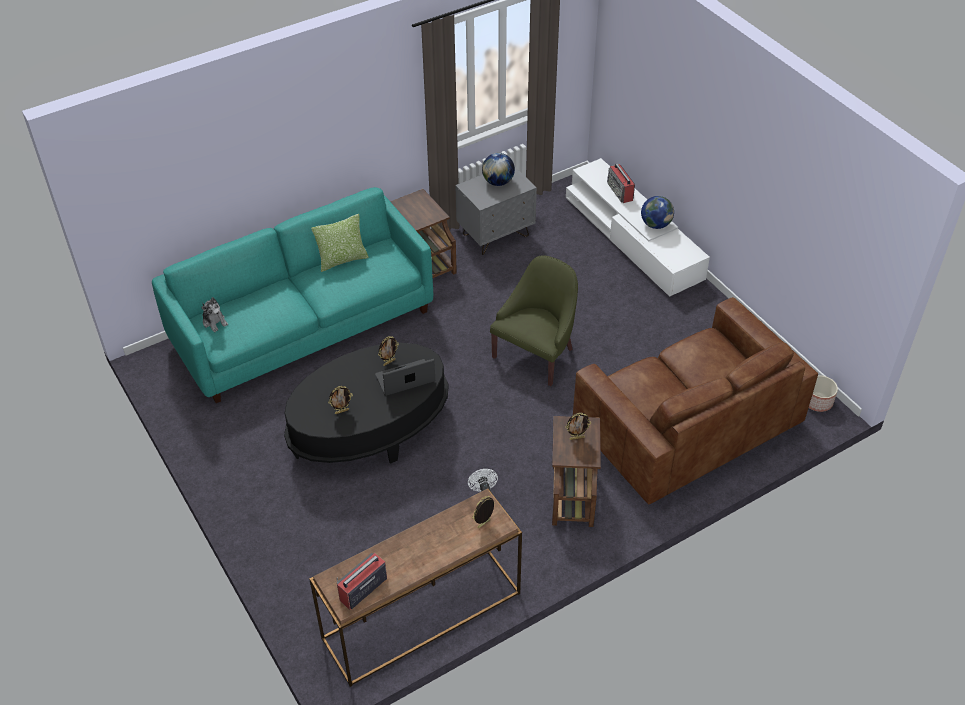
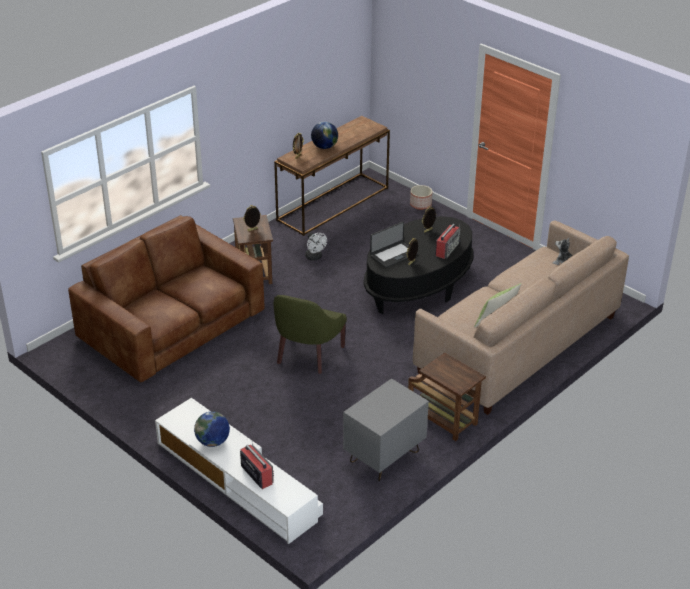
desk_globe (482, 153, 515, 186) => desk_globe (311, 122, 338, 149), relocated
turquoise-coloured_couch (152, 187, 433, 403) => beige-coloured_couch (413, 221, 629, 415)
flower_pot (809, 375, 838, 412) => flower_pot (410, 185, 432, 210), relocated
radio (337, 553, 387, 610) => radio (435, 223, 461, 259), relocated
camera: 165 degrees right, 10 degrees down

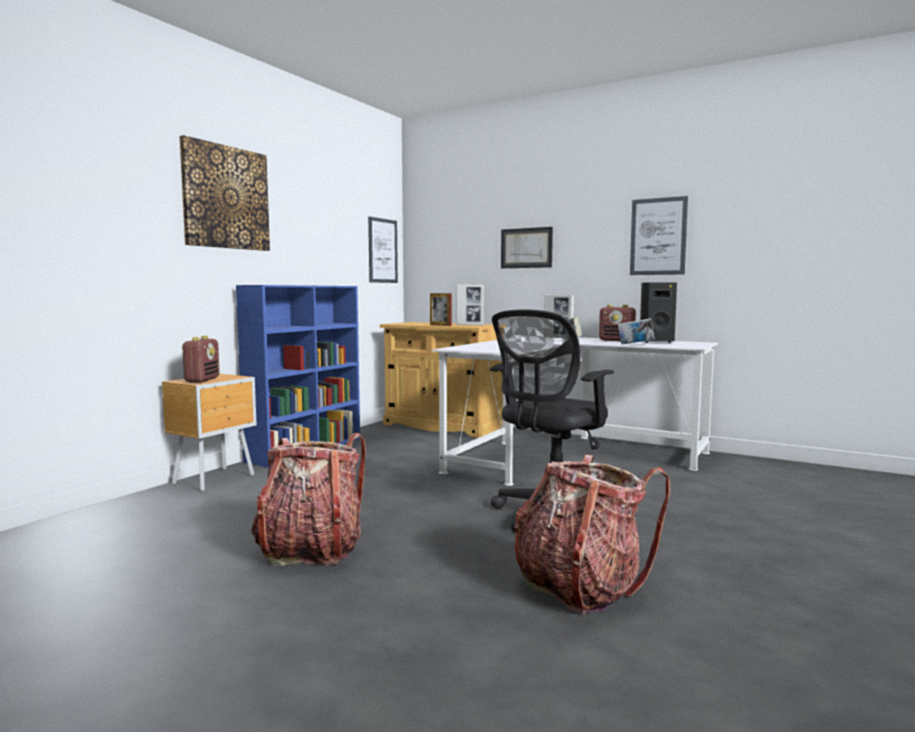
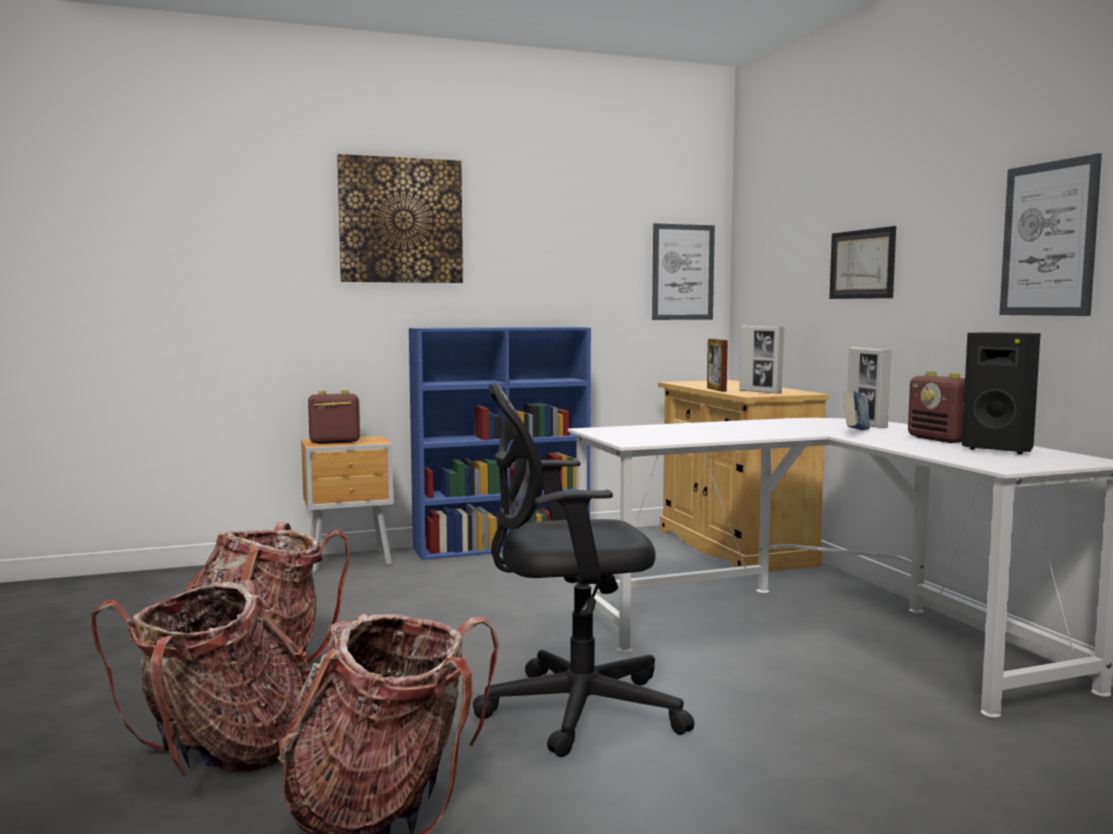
book (618, 318, 654, 345) => nothing
radio (182, 336, 220, 383) => radio (308, 390, 360, 444), 150 degrees counterclockwise
nothing => rucksack (92, 579, 310, 780)
camera: 40 degrees right, 0 degrees up

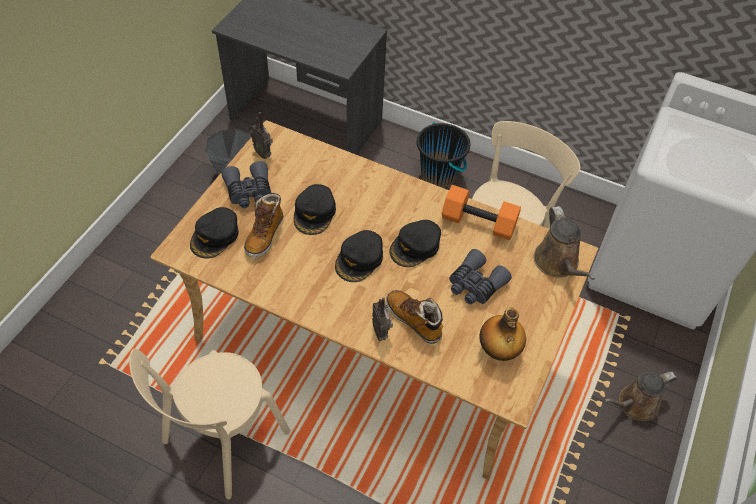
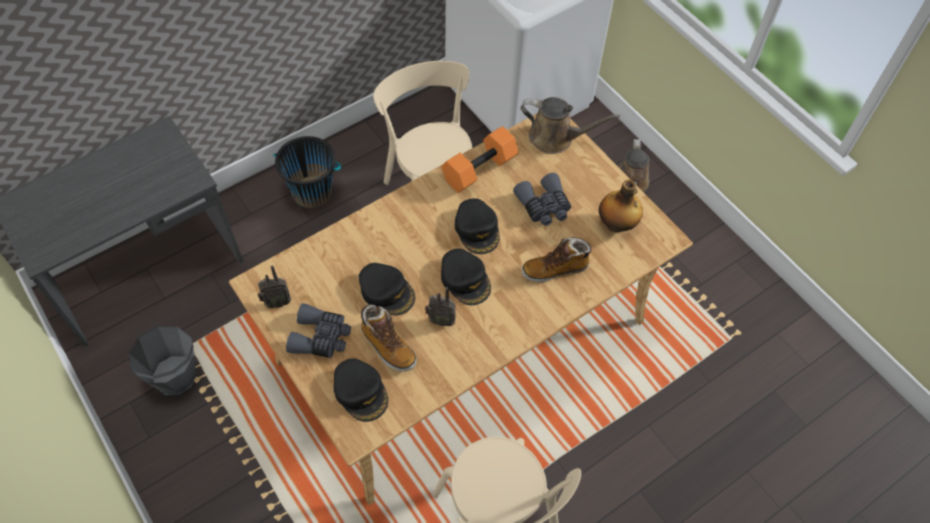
radio (372, 297, 393, 341) => radio (425, 287, 456, 326), relocated
camera: 60 degrees left, 5 degrees up

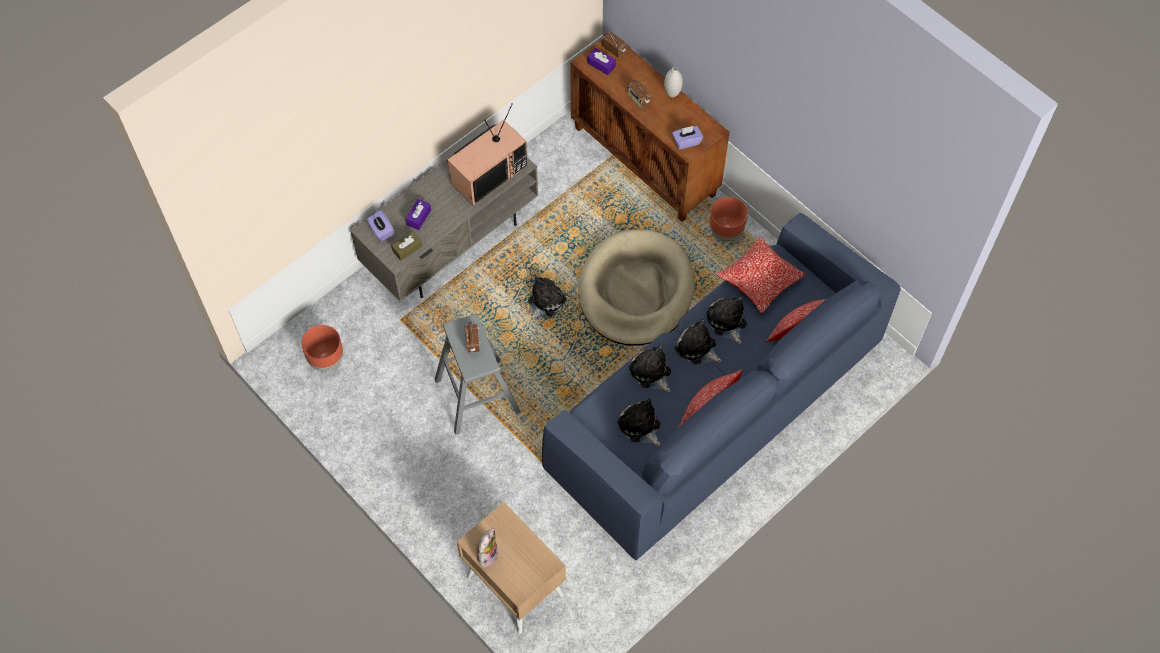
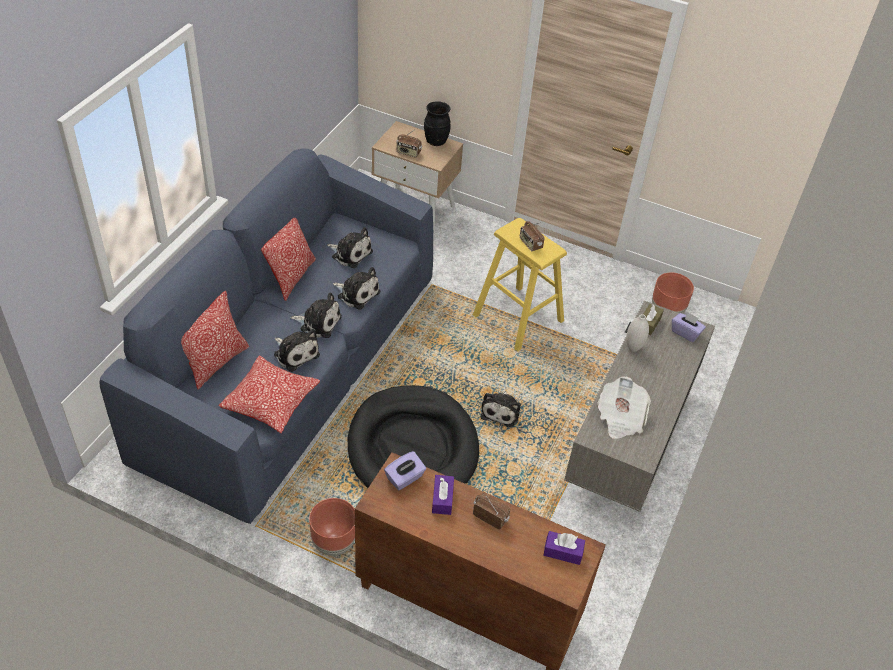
radio (602, 32, 627, 58) => radio (396, 130, 422, 158), relocated
whitish_flower_vase (664, 67, 683, 97) => whitish_flower_vase (626, 314, 649, 352), relocated
television (447, 103, 528, 205) => daily_paper (597, 376, 651, 439)
purple_tissue_holder (406, 199, 431, 230) => purple_tissue_holder (432, 475, 454, 515), relocated
beige-coloured_dog_cushion (579, 229, 695, 346) => black-coloured_dog_cushion (348, 385, 479, 488)
greyish_stool (435, 314, 521, 435) => yellowish_stool (473, 218, 567, 352)
plush_toy (475, 528, 498, 567) => black-coloured_flower_vase (424, 101, 451, 146)
camera: 155 degrees right, 15 degrees down

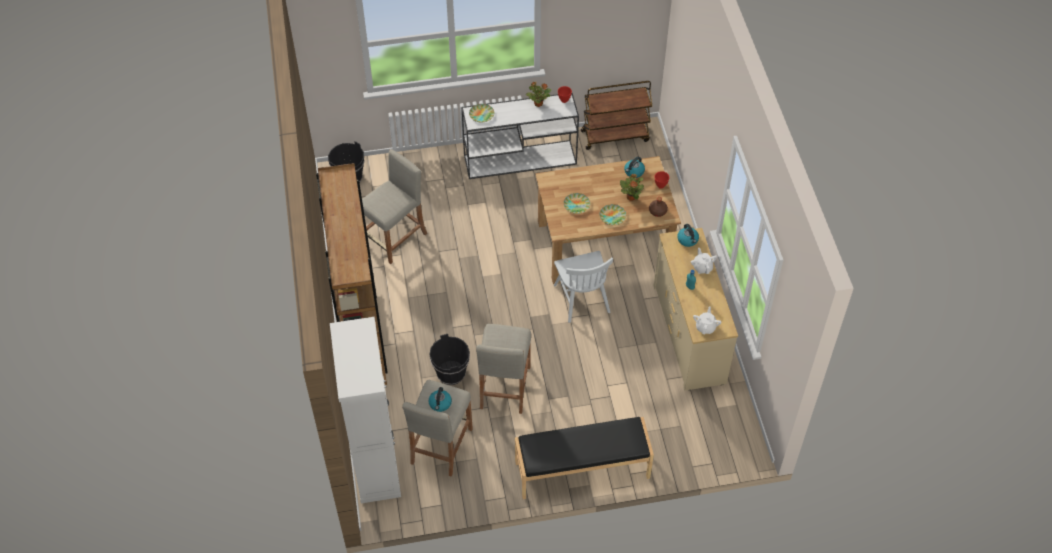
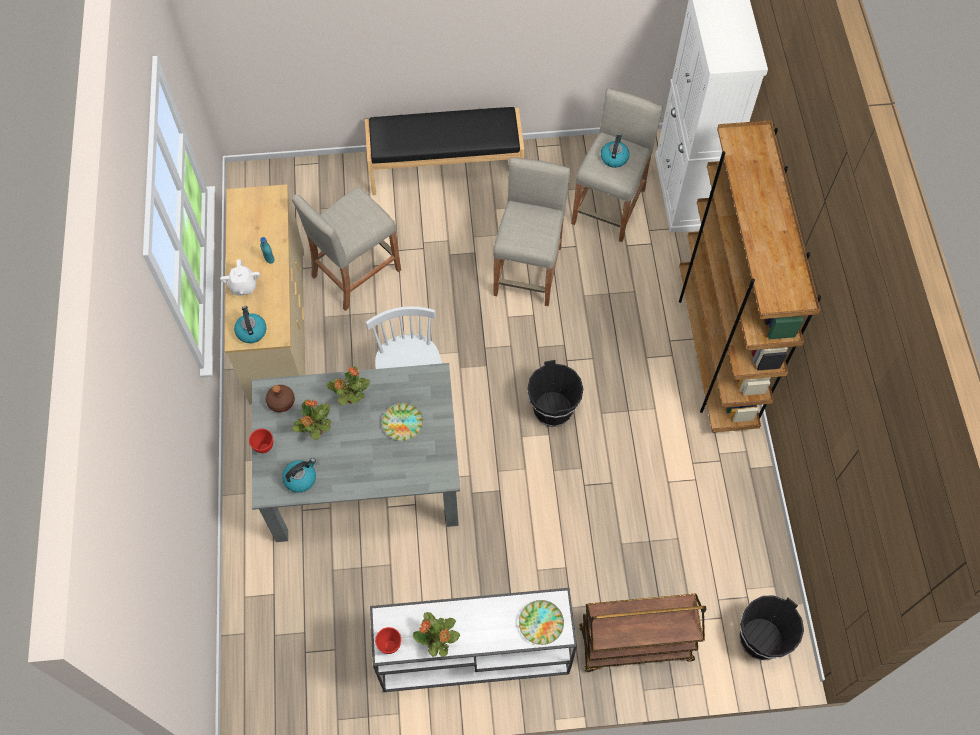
brown-coloured_cart (581, 81, 652, 150) => brown-coloured_cart (579, 594, 707, 672), relocated
beige-coloured_stool (361, 149, 427, 264) => beige-coloured_stool (292, 187, 401, 311), relocated
brown-coloured_kitchen_table (535, 156, 681, 284) => greyish_kitchen_table (252, 363, 460, 542)
flat_dish (599, 204, 626, 225) => houseplant (326, 366, 370, 406)
whitish_pot_for_tea (693, 307, 721, 335) => nothing
black-coloured_pail (429, 334, 470, 385) => black-coloured_pail (527, 360, 583, 427), relocated
camera: 175 degrees left, 10 degrees up

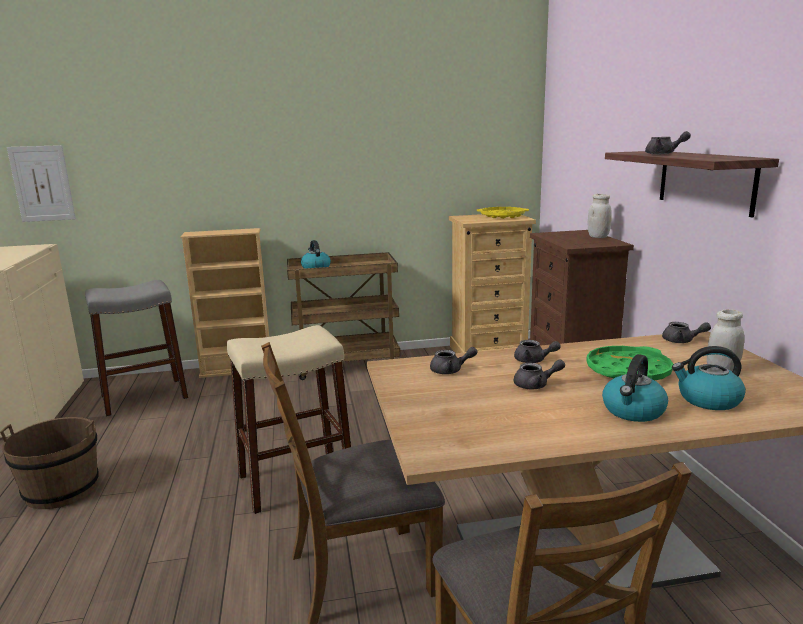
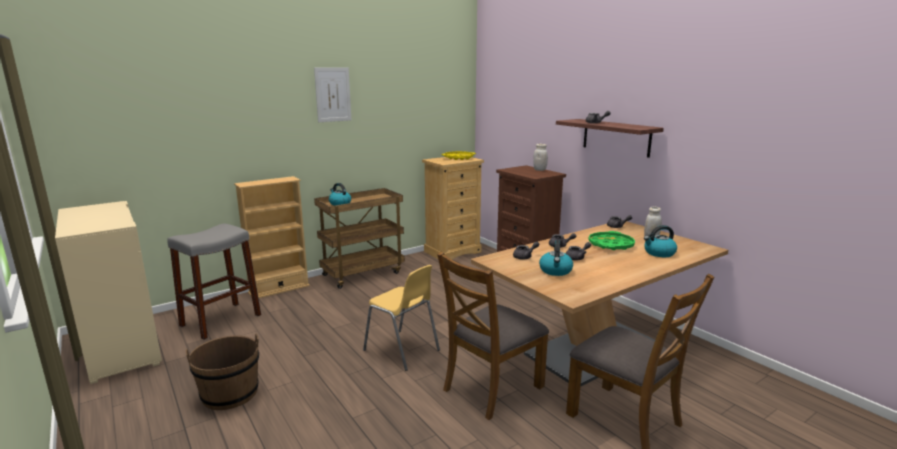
picture (7, 145, 76, 222) => picture (314, 67, 351, 122), relocated
beige-coloured_stool (227, 325, 351, 514) => yellowish_upright_chair (363, 265, 440, 371)
water_kettle (602, 354, 668, 422) => water_kettle (539, 240, 573, 276), relocated
camera: 25 degrees left, 0 degrees up

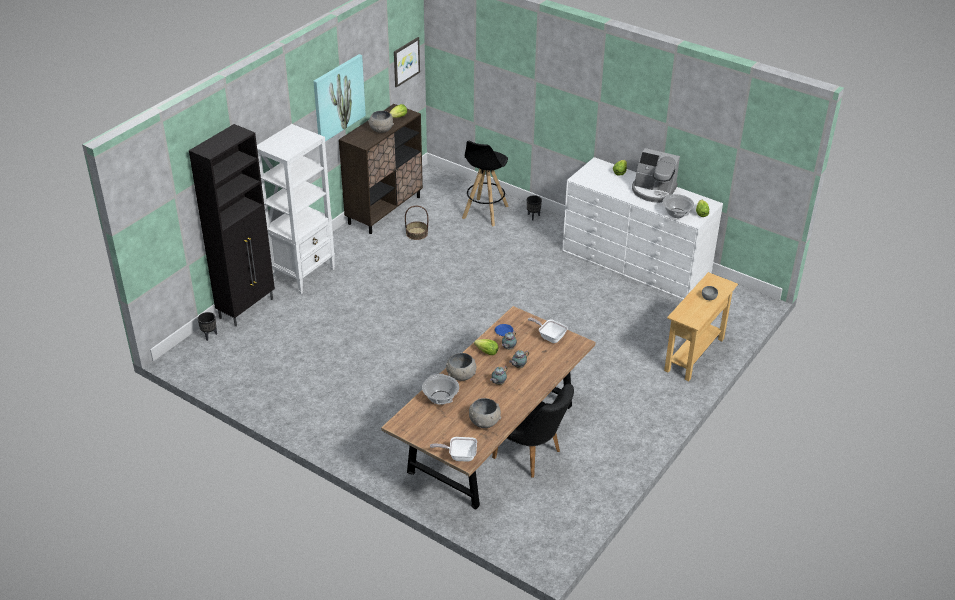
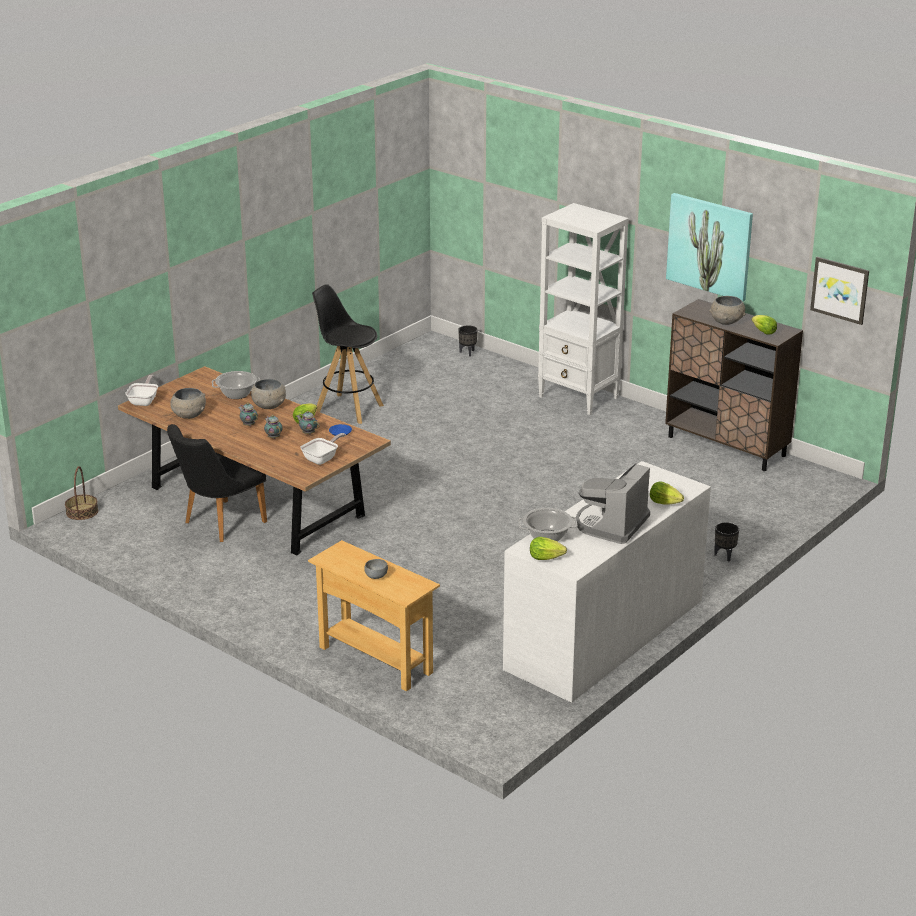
black-coloured_cupboard (189, 124, 275, 327) => nothing
black-coloured_stool (462, 141, 509, 226) => black-coloured_stool (312, 284, 384, 424), relocated
basket (405, 206, 428, 240) => basket (65, 466, 98, 520), relocated
camera: 95 degrees right, 10 degrees down

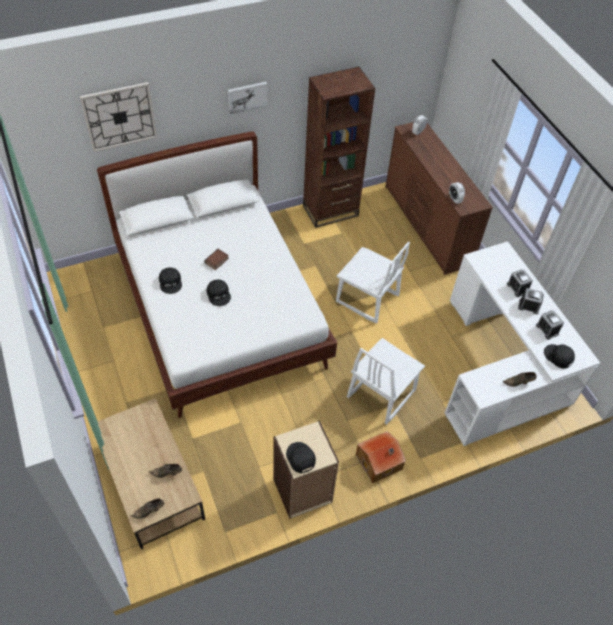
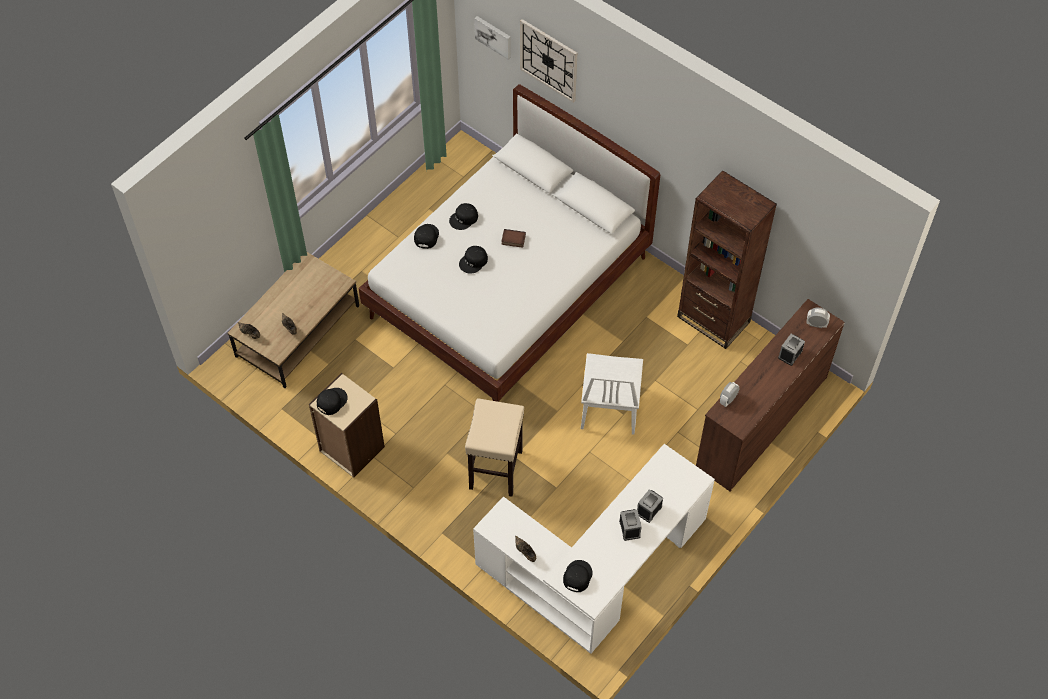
picture (228, 82, 267, 115) => picture (474, 16, 511, 59), relocated
bedside_clock (536, 310, 564, 339) => bedside_clock (778, 334, 805, 366), relocated
whitish_upright_chair (347, 338, 425, 425) => beige-coloured_stool (465, 398, 524, 497)
model_house (356, 431, 406, 484) => nothing
nothing => black-coloured_baseball_cap (414, 224, 439, 249)
camera: 65 degrees right, 5 degrees up

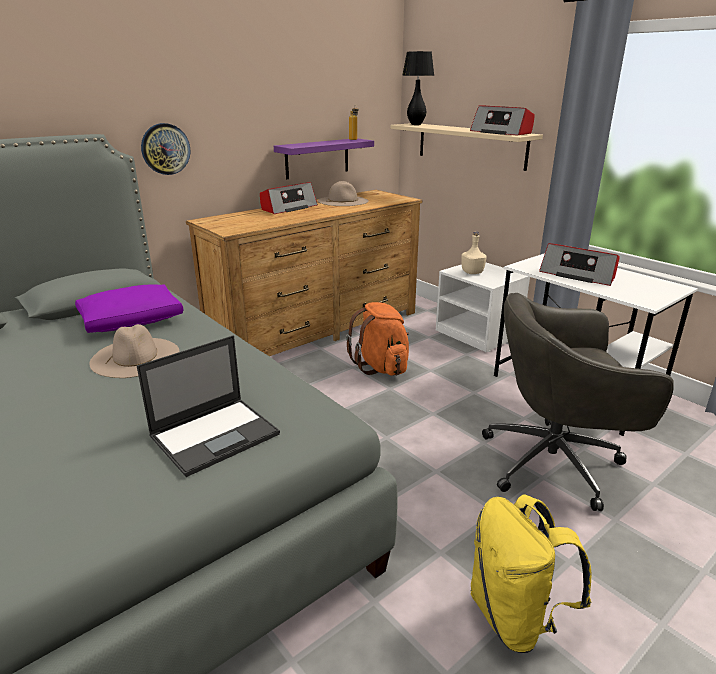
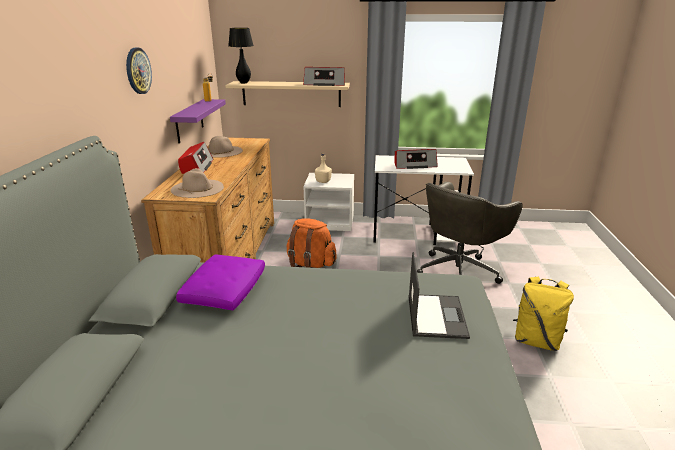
hanging_clock (141, 123, 190, 175) => hanging_clock (126, 47, 152, 94), relocated
beige-coloured_clothing_hat (89, 324, 179, 378) => beige-coloured_clothing_hat (171, 168, 224, 198), relocated
camera: 45 degrees left, 0 degrees up

